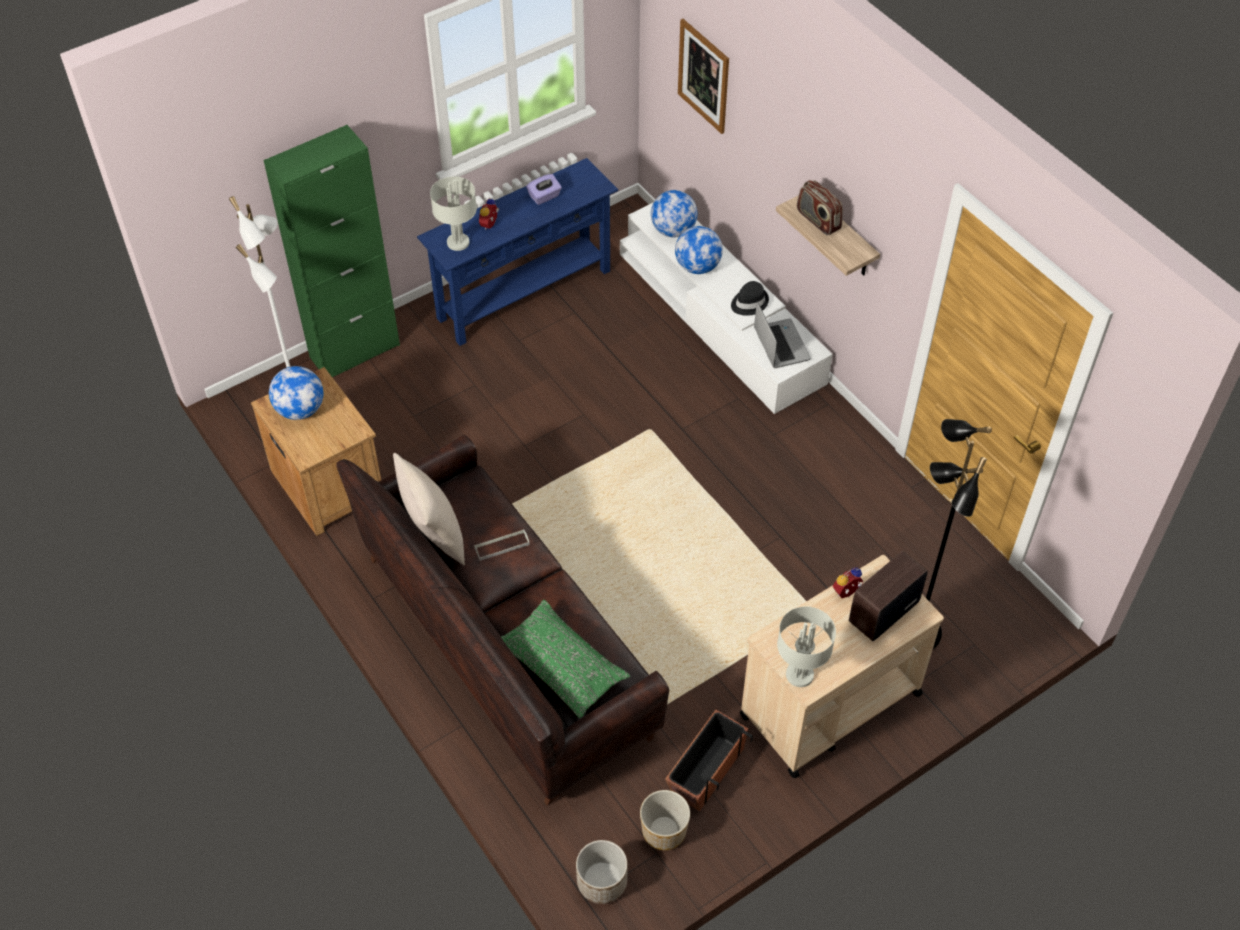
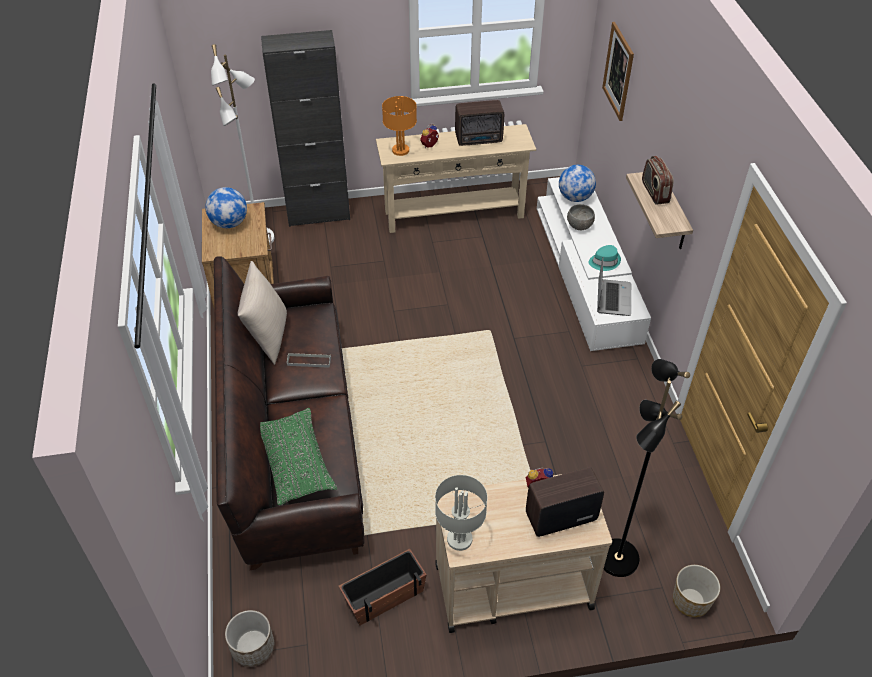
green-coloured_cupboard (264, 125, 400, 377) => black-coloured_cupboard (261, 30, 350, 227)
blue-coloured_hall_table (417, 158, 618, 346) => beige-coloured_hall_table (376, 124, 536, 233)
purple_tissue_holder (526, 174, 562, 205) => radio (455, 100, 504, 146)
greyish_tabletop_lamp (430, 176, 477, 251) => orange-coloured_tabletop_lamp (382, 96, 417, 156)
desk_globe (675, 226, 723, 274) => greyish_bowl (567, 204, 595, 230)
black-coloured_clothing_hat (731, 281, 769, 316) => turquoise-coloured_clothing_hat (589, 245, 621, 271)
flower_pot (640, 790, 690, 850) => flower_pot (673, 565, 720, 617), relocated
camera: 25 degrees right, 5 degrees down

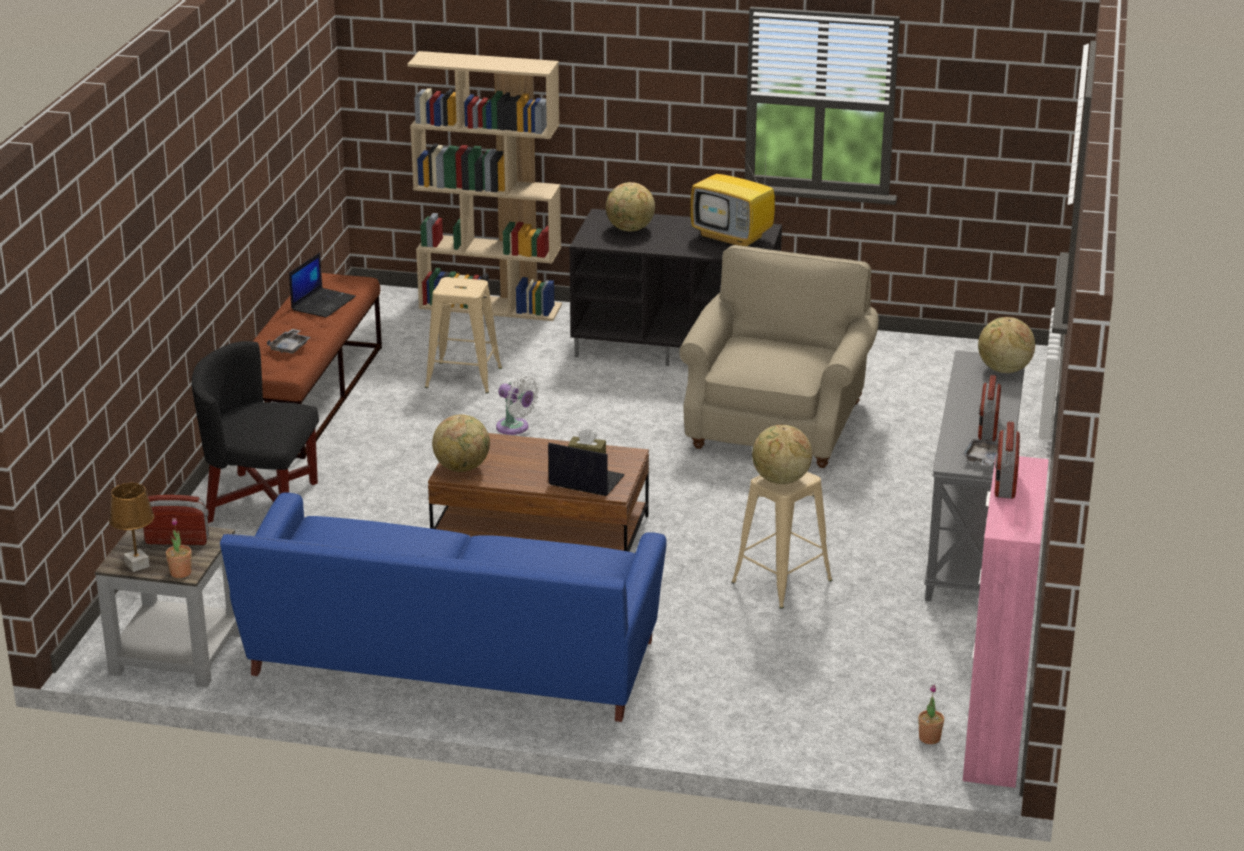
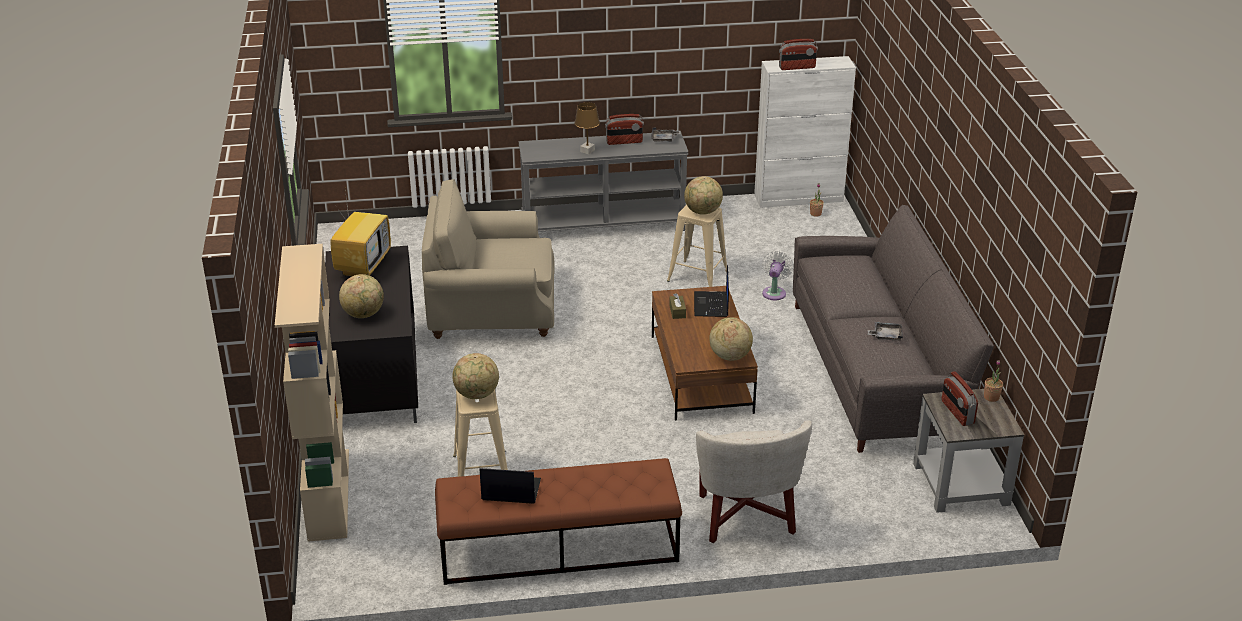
desk_globe (978, 317, 1035, 373) => desk_globe (452, 353, 499, 399), relocated
greyish_carrying_tray (267, 329, 311, 354) => greyish_carrying_tray (868, 322, 903, 341), relocated
black-coloured_easy_chair (192, 341, 319, 523) => whitish_easy_chair (696, 420, 812, 543)
whitish_cooling_fan (496, 376, 539, 435) => whitish_cooling_fan (762, 251, 794, 300), relocated
pinkish_cupboard (963, 456, 1049, 788) => whitish_cupboard (754, 56, 856, 208)
brown-coloured_tabletop_lamp (109, 483, 154, 572) => brown-coloured_tabletop_lamp (574, 102, 600, 155), relocated
blue-coloured_couch (220, 492, 667, 722) => greyish_couch (793, 205, 994, 453)
camera: 110 degrees left, 5 degrees up

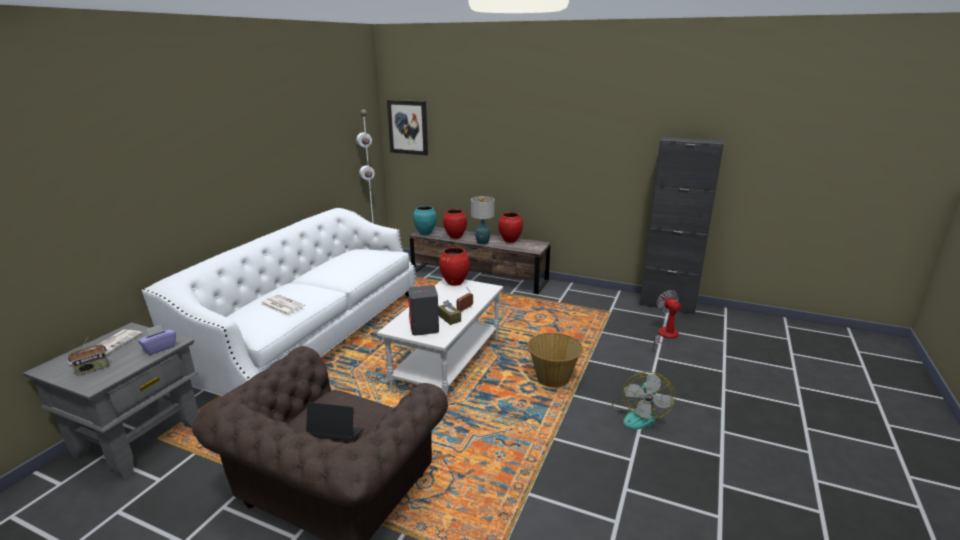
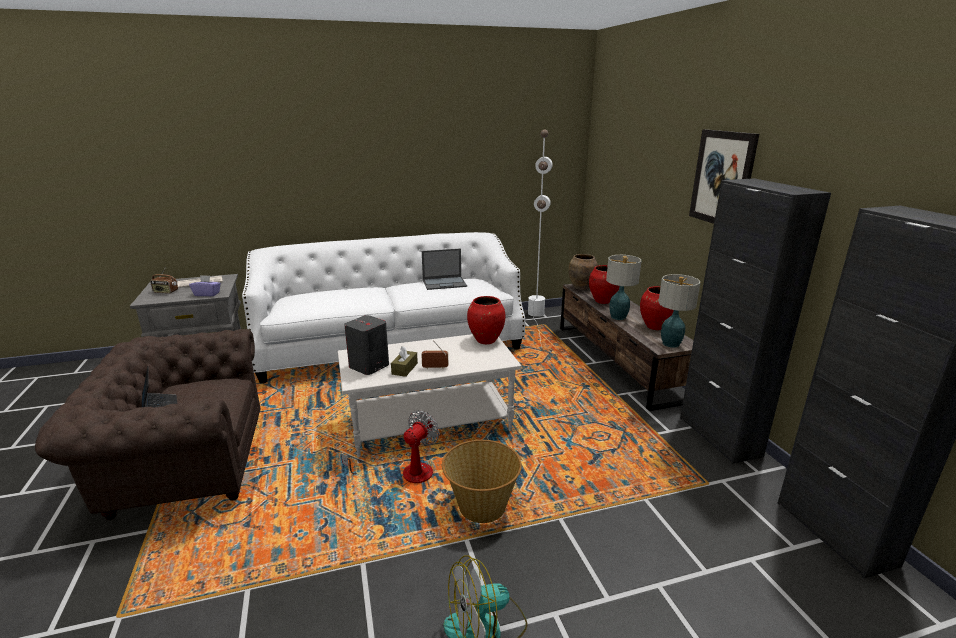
picture (387, 100, 428, 155) => picture (689, 129, 759, 224), relocated
turquoise-coloured_flower_vase (413, 206, 437, 235) => brown-coloured_flower_vase (569, 254, 598, 290)
cooling_fan (650, 290, 681, 350) => cooling_fan (341, 411, 439, 486), relocated
daily_paper (261, 294, 305, 315) => nothing
nothing => black-coloured_cupboard (680, 178, 831, 464)
nothing => notebook_computer (422, 249, 467, 290)
nothing => tabletop_lamp (658, 274, 701, 348)
camera: 50 degrees right, 0 degrees up

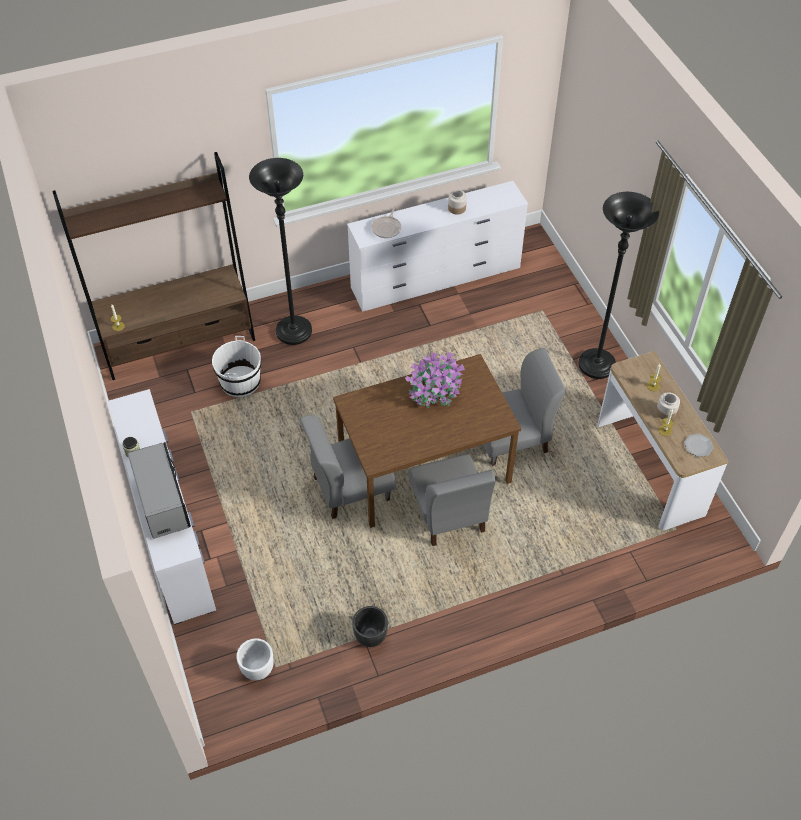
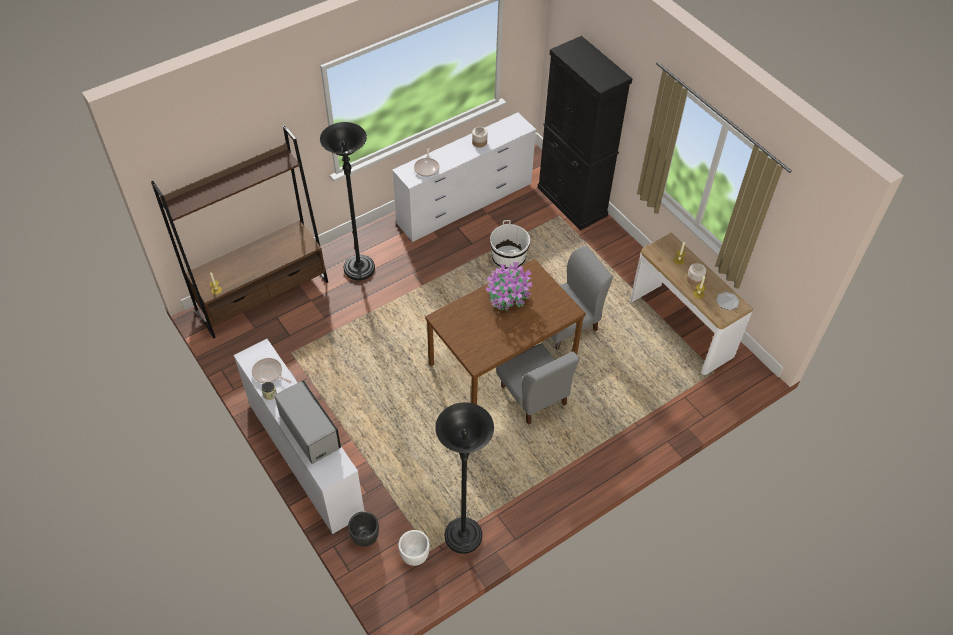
black-coloured_floor_lamp (578, 192, 659, 379) => black-coloured_floor_lamp (435, 402, 494, 554), relocated
whitish_pail (212, 336, 261, 397) => whitish_pail (490, 220, 530, 270), relocated
greyish_upright_chair (300, 415, 396, 519) => nothing
black-coloured_flower_pot (352, 606, 388, 647) => black-coloured_flower_pot (348, 511, 379, 547), relocated
nothing => black-coloured_cupboard (538, 36, 633, 230)
nothing => skillet (252, 358, 292, 383)
camera: 15 degrees left, 0 degrees up

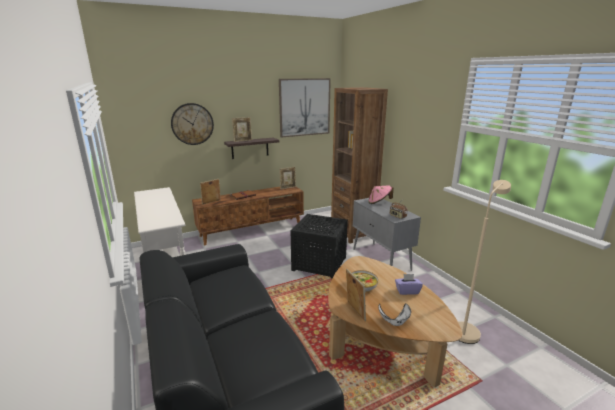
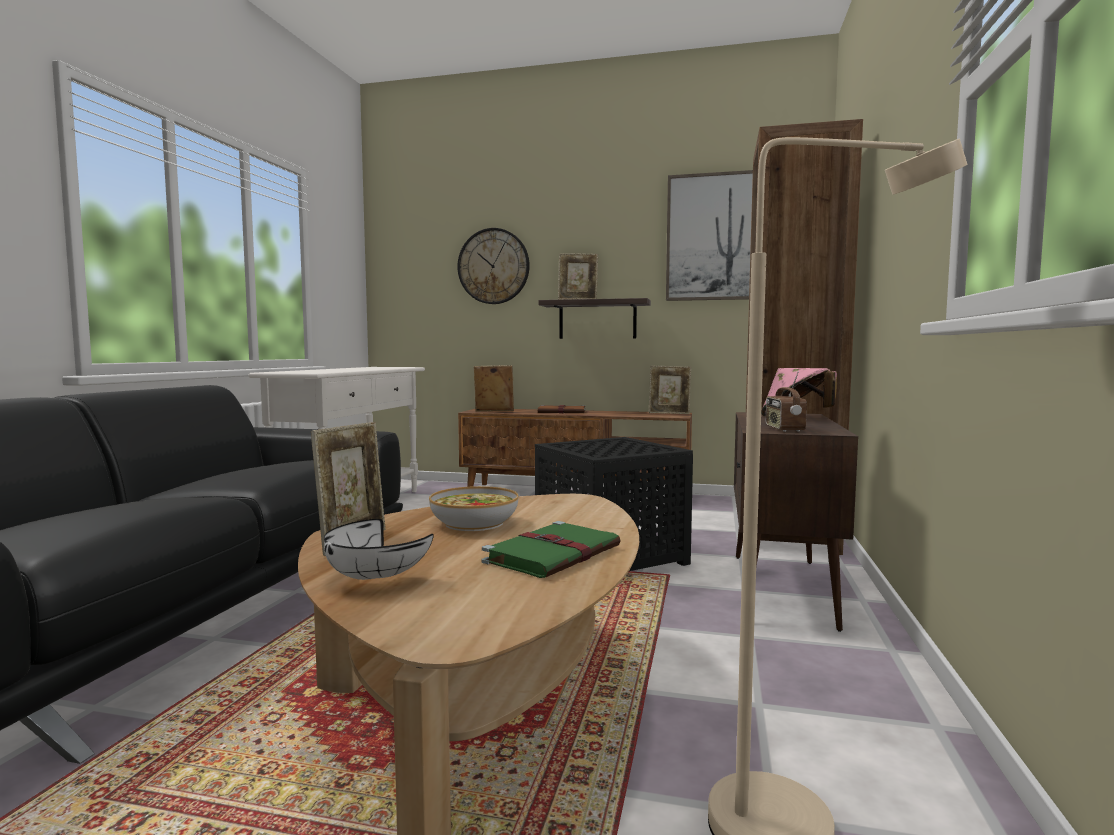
greyish_cupboard (353, 198, 421, 271) => brown-coloured_cupboard (734, 412, 858, 632)
purple_tissue_holder (395, 274, 423, 295) => green-coloured_book (482, 521, 621, 578)
camera: 40 degrees right, 15 degrees down

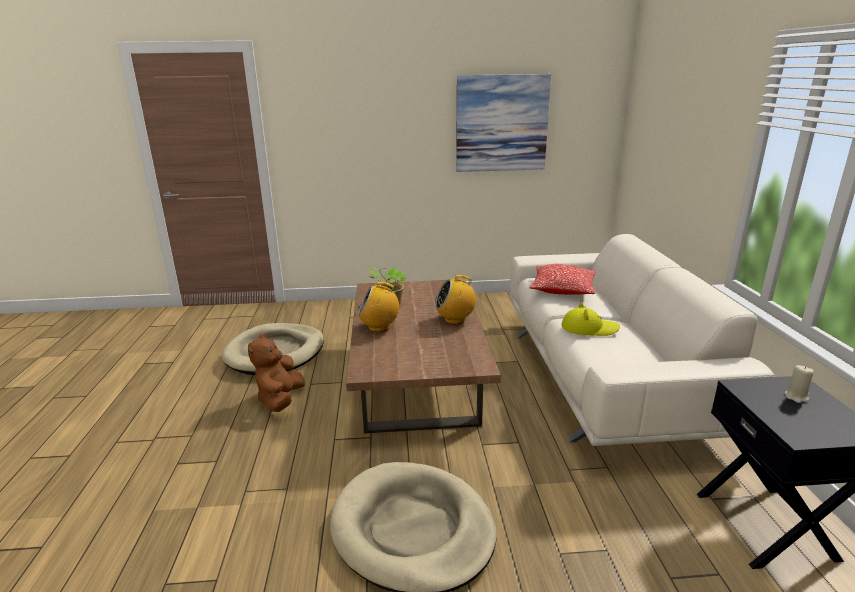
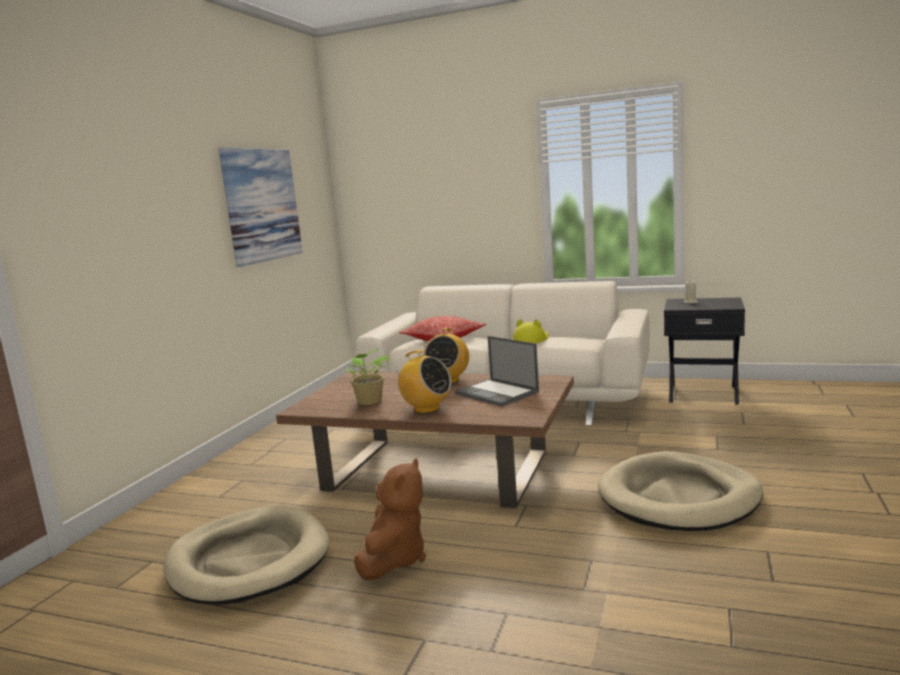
radio (357, 282, 400, 332) => radio (392, 350, 451, 413), 75 degrees counterclockwise
brown-coloured_plush_toy (248, 333, 305, 412) => brown-coloured_plush_toy (354, 458, 426, 581), 105 degrees counterclockwise
nothing => notebook_computer (455, 336, 539, 407)
camera: 65 degrees left, 10 degrees down

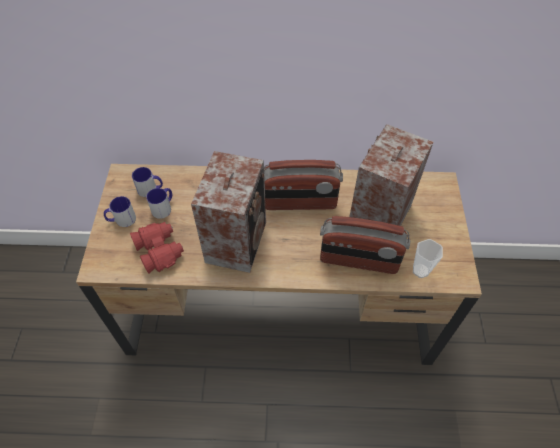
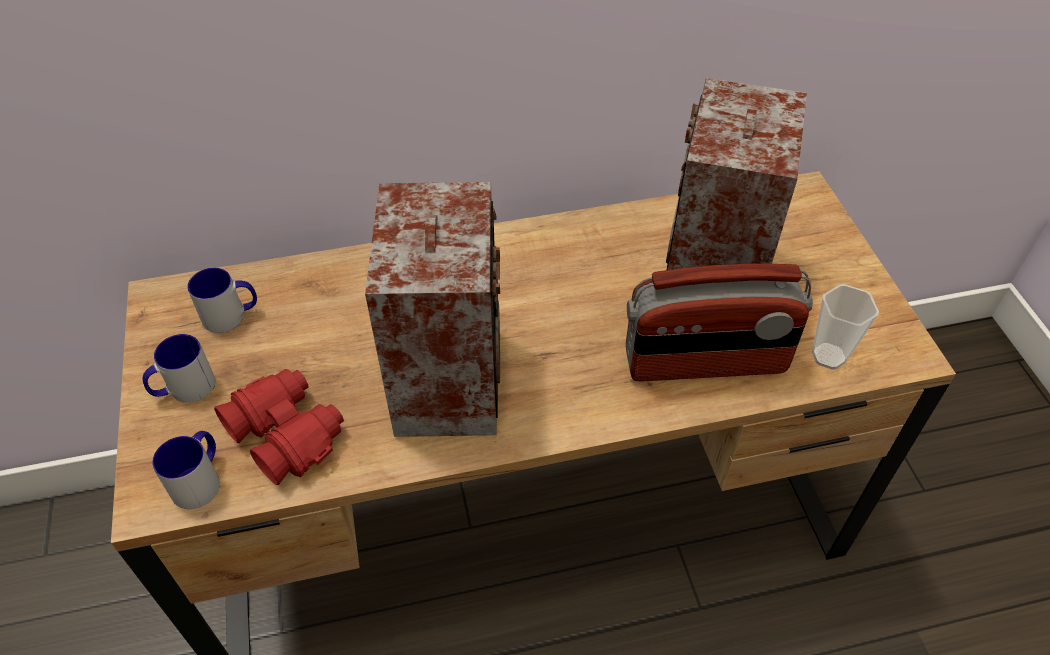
radio (264, 160, 343, 210) => nothing
coffee_mug (146, 188, 172, 219) => coffee_mug (152, 431, 220, 509), relocated
camera: 15 degrees left, 5 degrees down

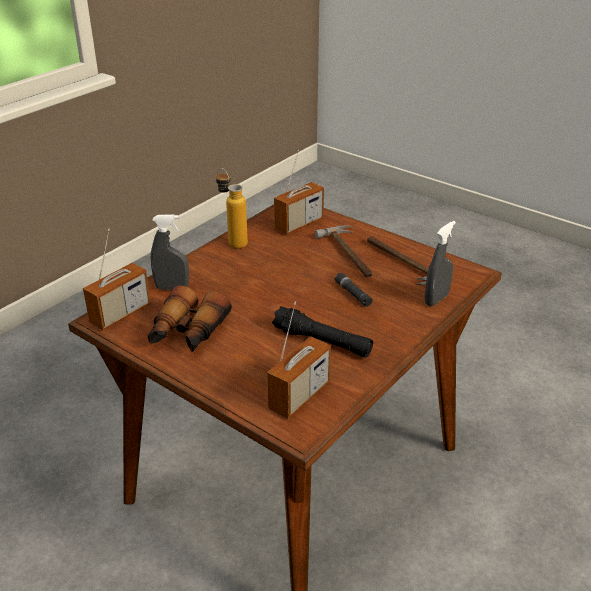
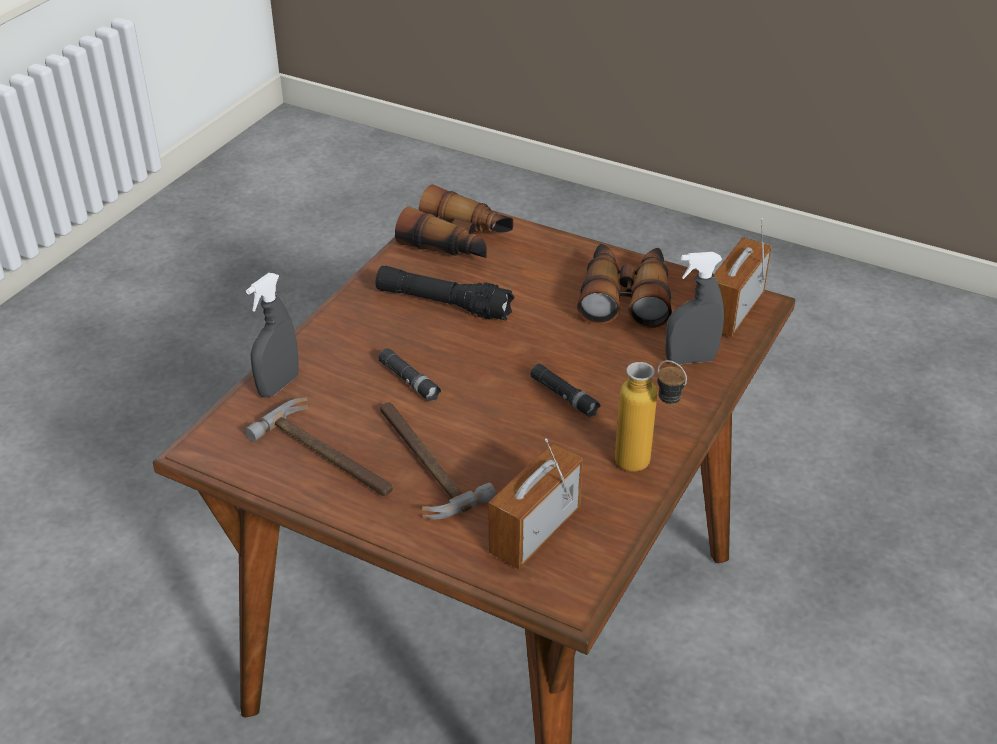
radio (267, 302, 331, 419) => pair_of_binoculars (395, 185, 513, 258)
nothing => black-coloured_torch (531, 364, 601, 417)
camera: 170 degrees right, 5 degrees up

